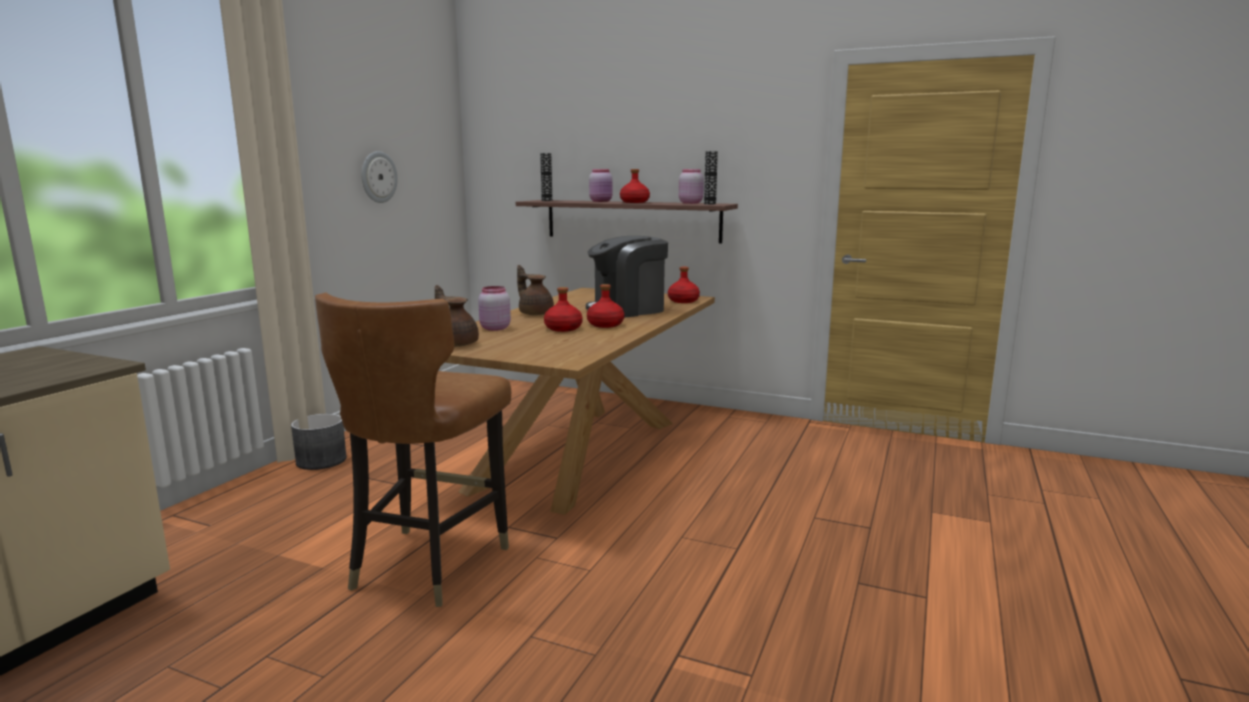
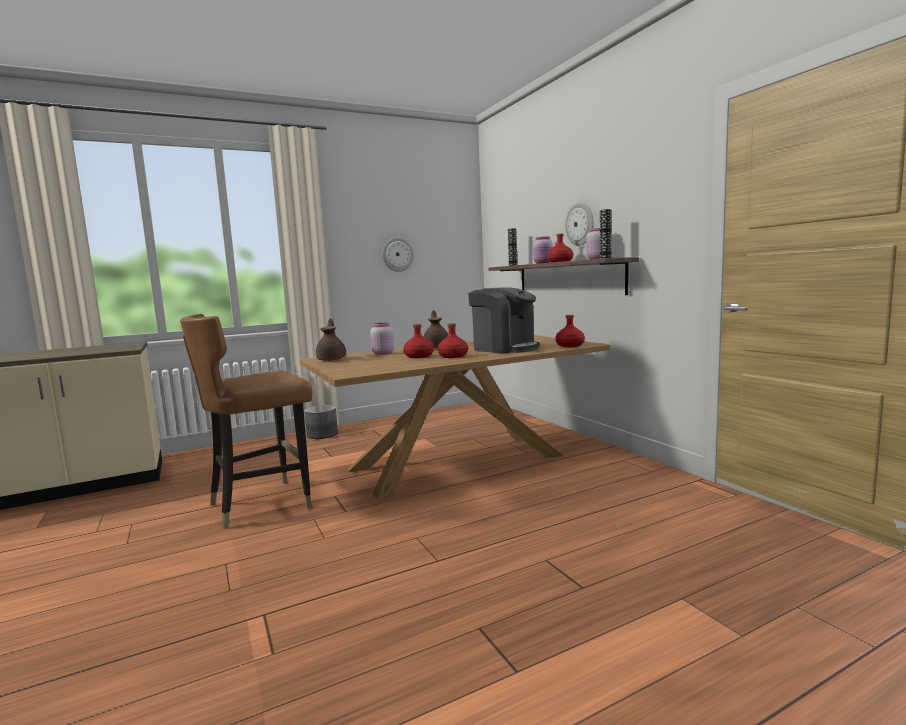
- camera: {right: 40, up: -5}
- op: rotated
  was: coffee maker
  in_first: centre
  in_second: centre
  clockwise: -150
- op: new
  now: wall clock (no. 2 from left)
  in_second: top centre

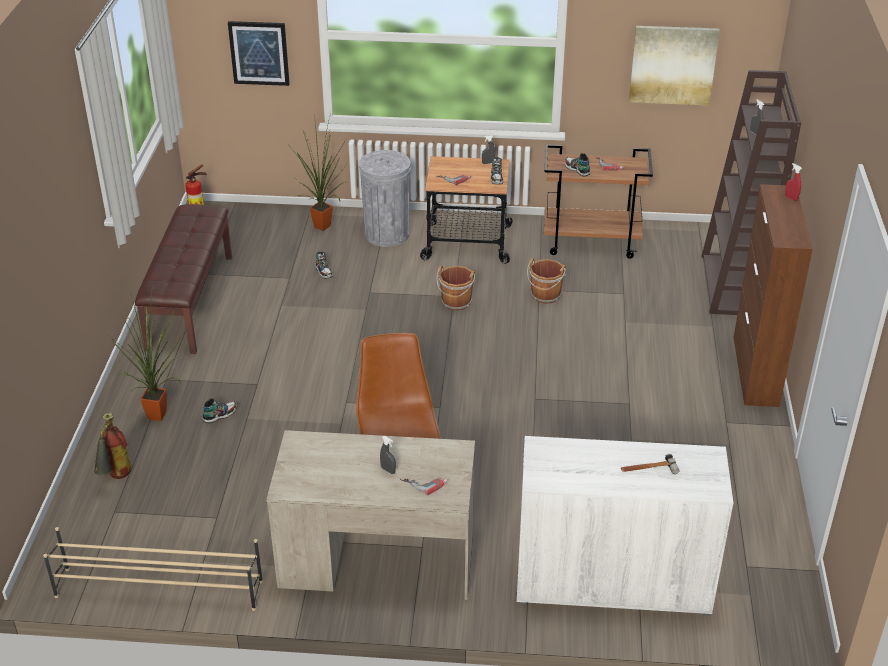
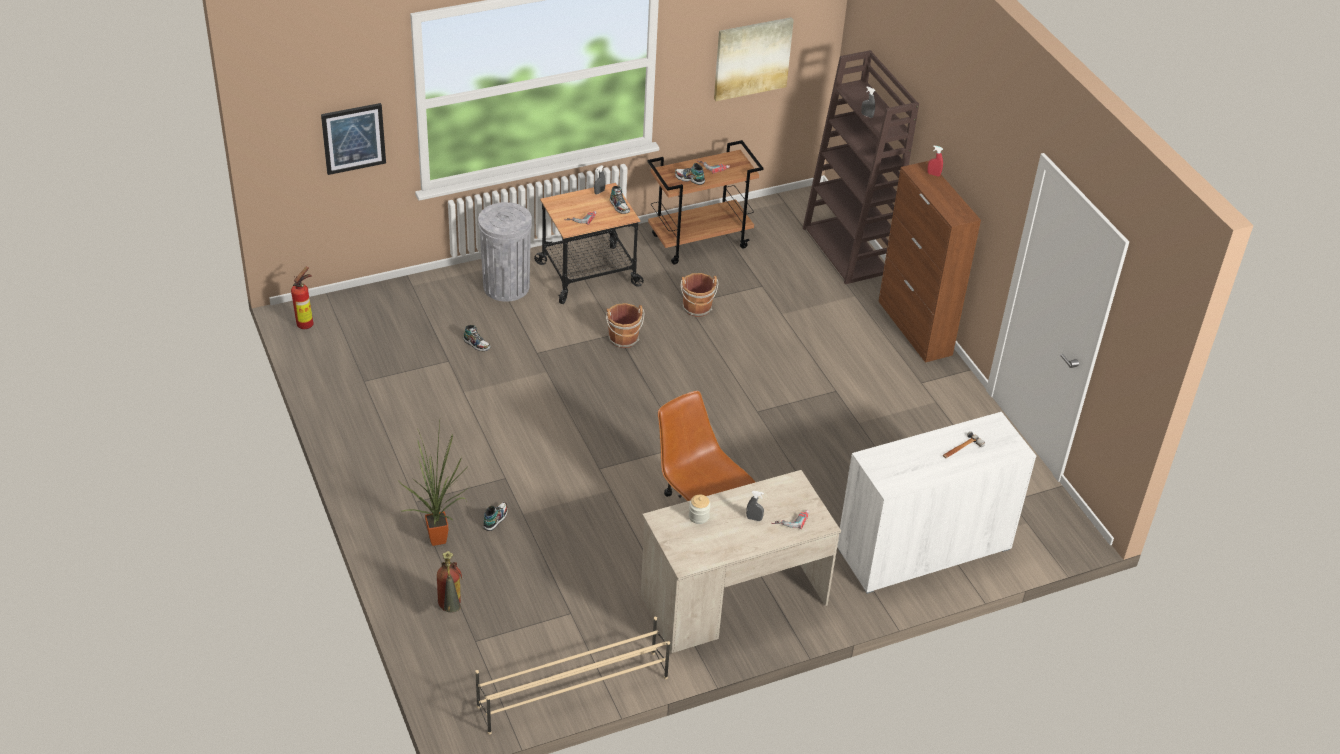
- camera: {right: -30, up: 5}
- op: gone
  was: potted plant (no. 2 from left)
  in_first: top centre
- op: gone
  was: long seat/brownish
  in_first: middle left
- op: new
  now: storage jar
  in_second: bottom centre

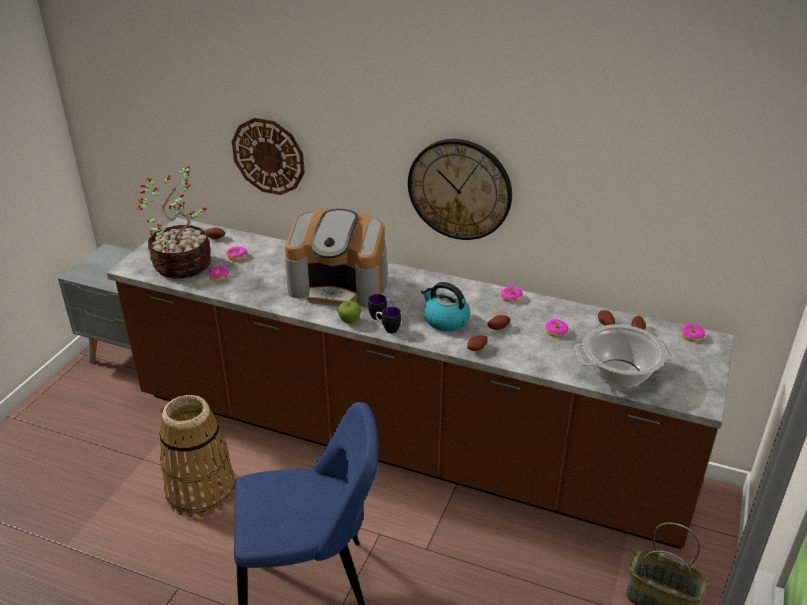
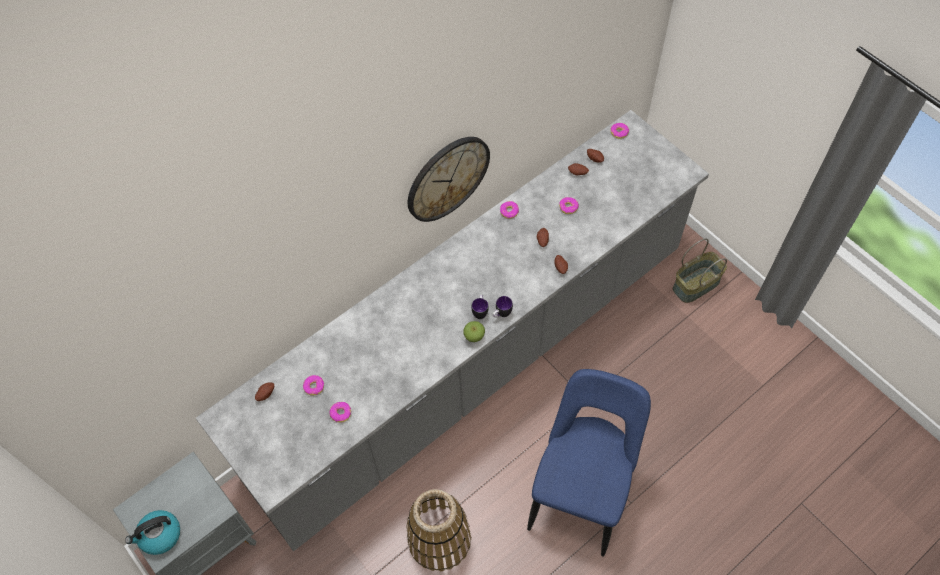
- camera: {right: -60, up: 25}
- op: gone
  was: wall clock (no. 1 from left)
  in_first: top left
- op: gone
  was: potted plant
  in_first: middle left
- op: gone
  was: coffee maker
  in_first: centre
- op: repainted
  was: kitchen counter/brownish
  now: kitchen counter/greyish
  in_first: centre
  in_second: centre
- op: shifted
  was: tea kettle
  in_first: centre
  in_second: bottom left
- op: gone
  was: stockpot
  in_first: middle right

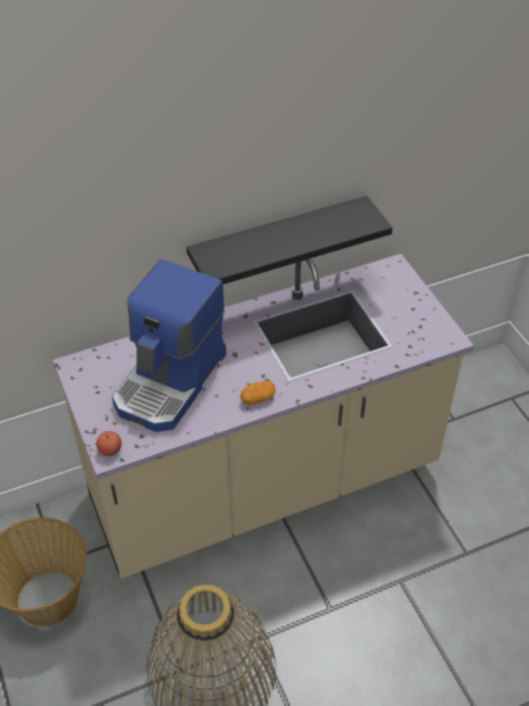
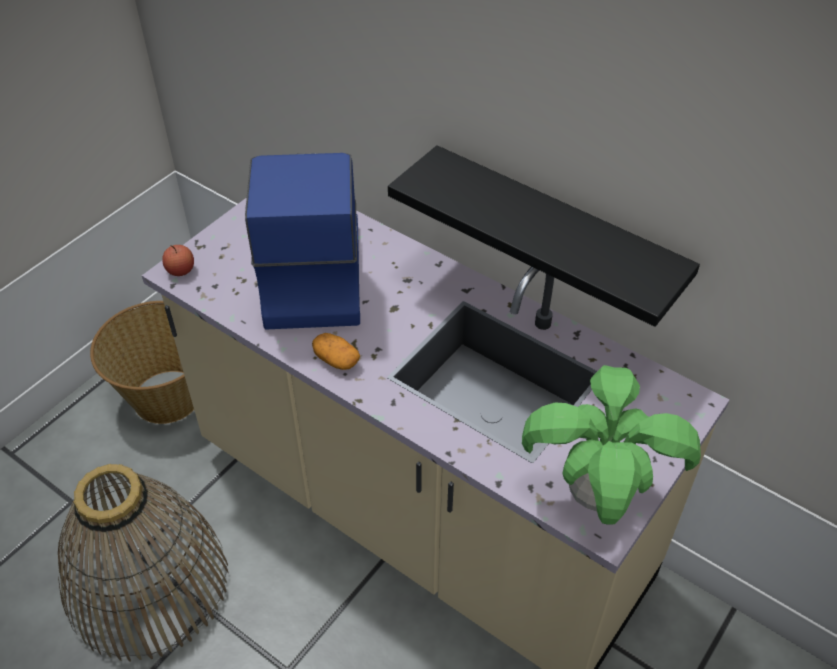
- camera: {right: 60, up: 0}
- op: rotated
  was: coffee maker
  in_first: middle left
  in_second: centre
  clockwise: 90
- op: new
  now: potted plant
  in_second: middle right

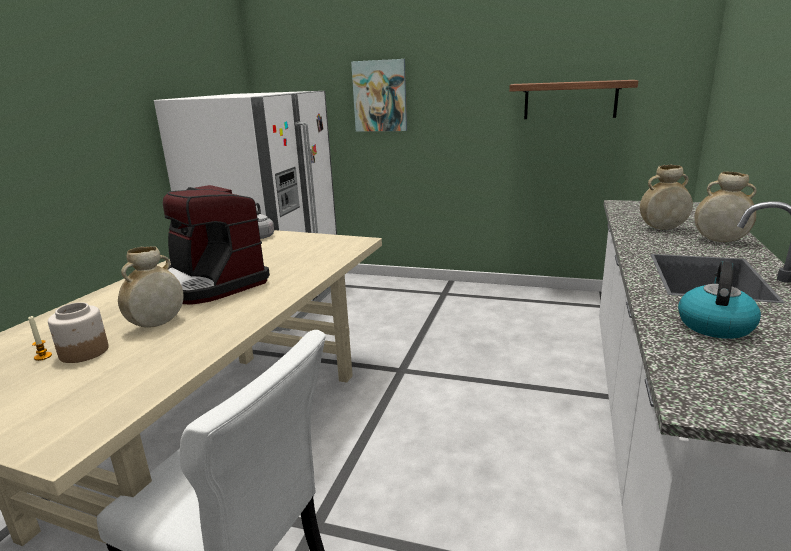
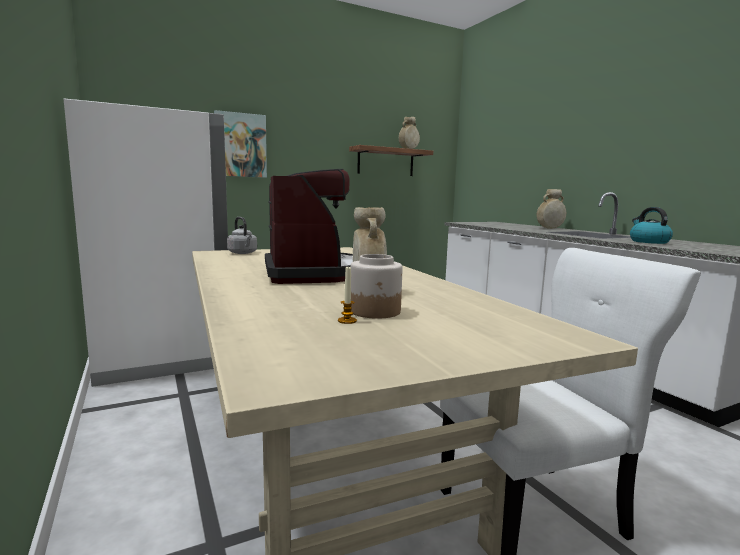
- camera: {right: -45, up: -10}
- op: shifted
  was: decorative vase/beige (no. 2 from left)
  in_first: middle right
  in_second: top centre
- op: rotated
  was: coffee maker
  in_first: middle left
  in_second: centre
  clockwise: -105

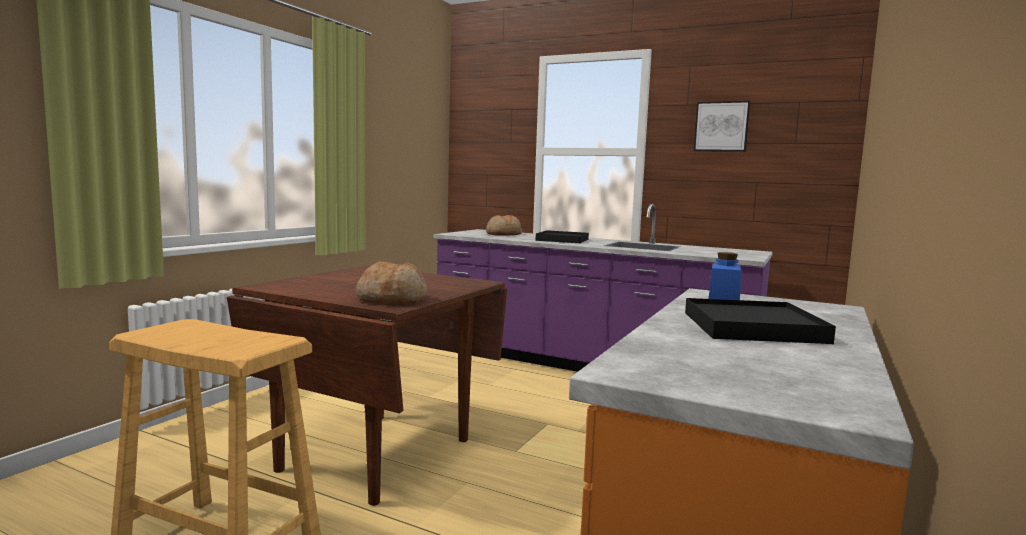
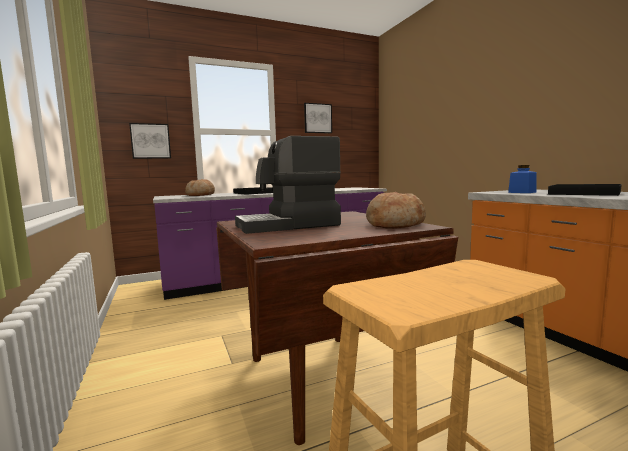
- camera: {right: -50, up: 0}
- op: new
  now: wall picture (no. 1 from left)
  in_second: top left
- op: new
  now: coffee maker
  in_second: centre

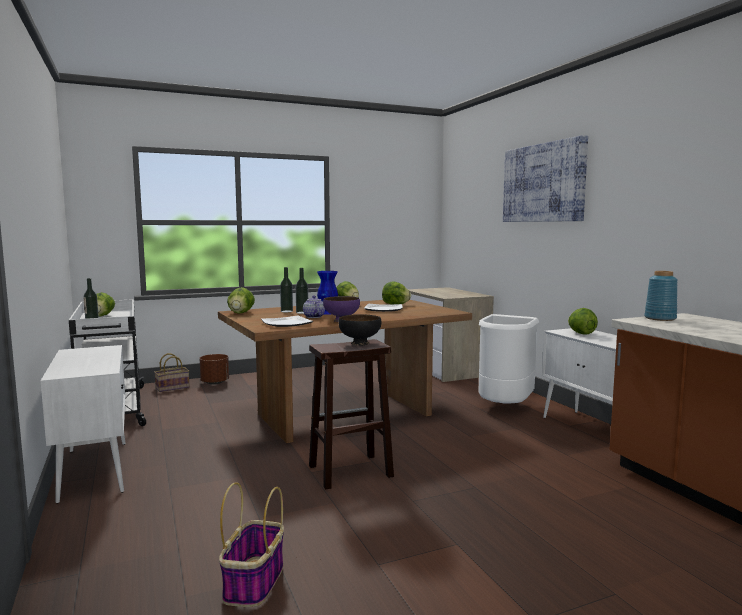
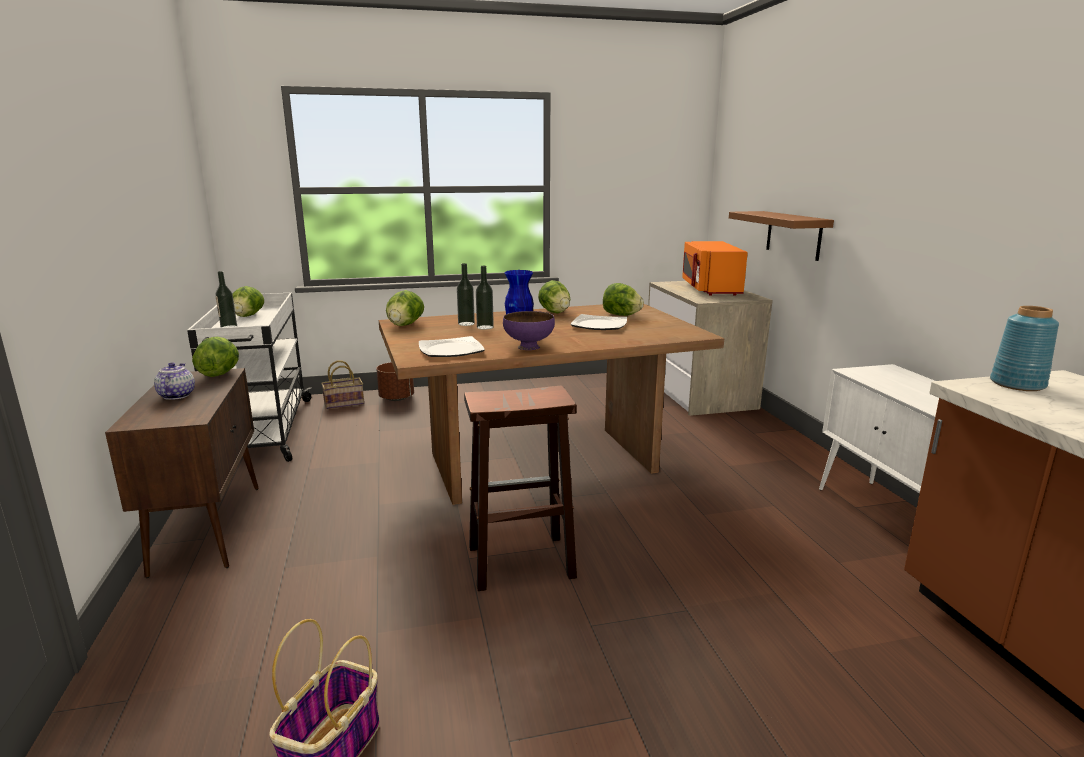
- camera: {right: 10, up: 10}
- op: gone
  was: wall picture
  in_first: top right
- op: shifted
  was: pot for tea
  in_first: centre
  in_second: middle left
- op: shifted
  was: lettuce (no. 5 from left in the first image)
  now: lettuce (no. 1 from left)
  in_first: middle right
  in_second: middle left
- op: gone
  was: serving bowl/black-coloured
  in_first: centre
- op: gone
  was: trash can/white-coloured
  in_first: middle right
- op: repainted
  was: cabinet/white-coloured (no. 1 from left)
  now: cabinet/brownish
  in_first: bottom left
  in_second: middle left
- op: new
  now: bracket shelf/brownish
  in_second: top right
- op: new
  now: microwave oven/orange-coloured
  in_second: centre

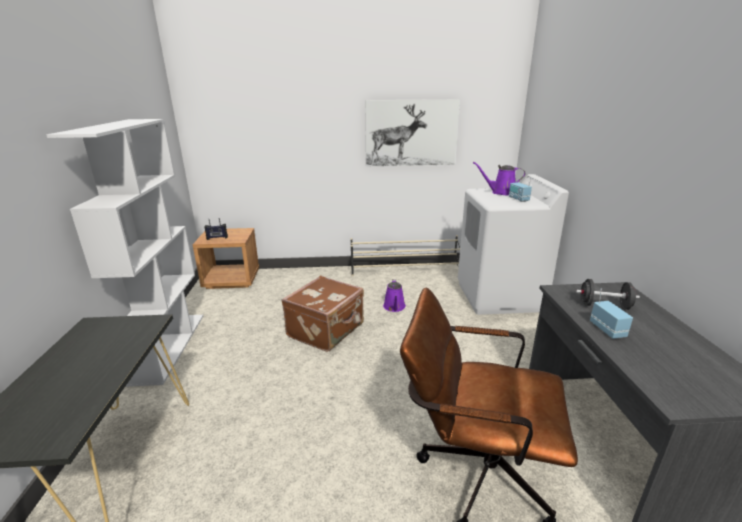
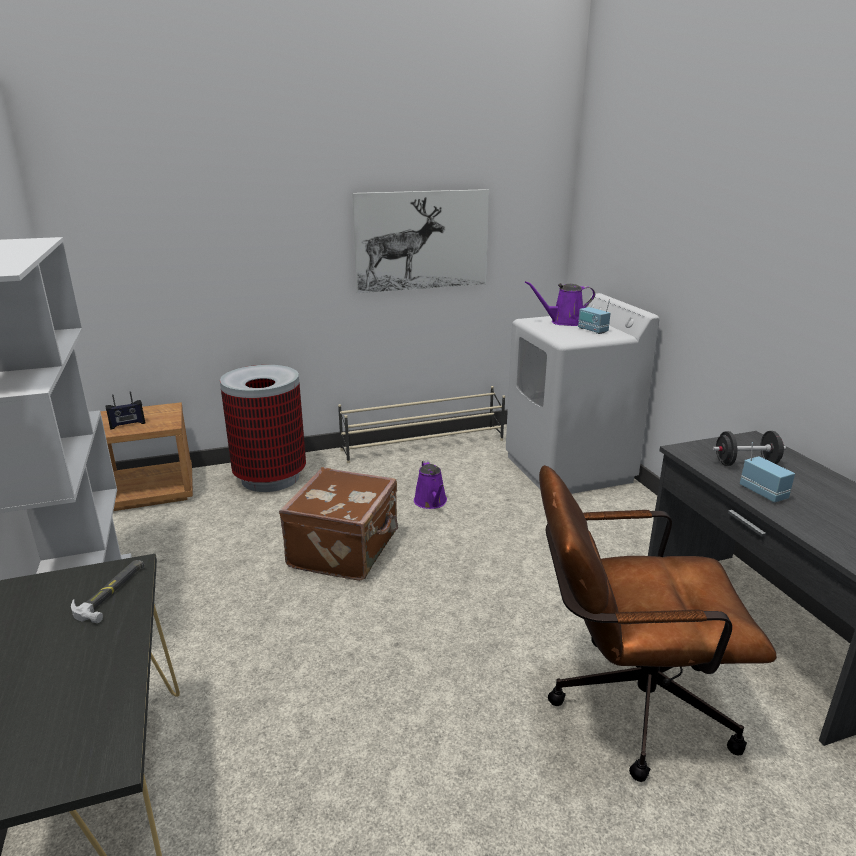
- camera: {right: -15, up: 0}
- op: new
  now: trash can
  in_second: middle left
- op: new
  now: hand hammer
  in_second: bottom left

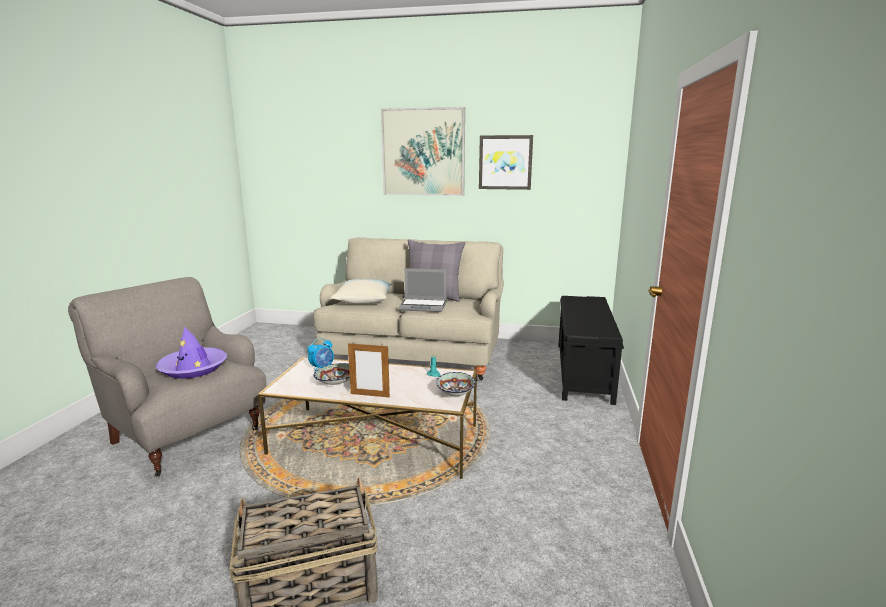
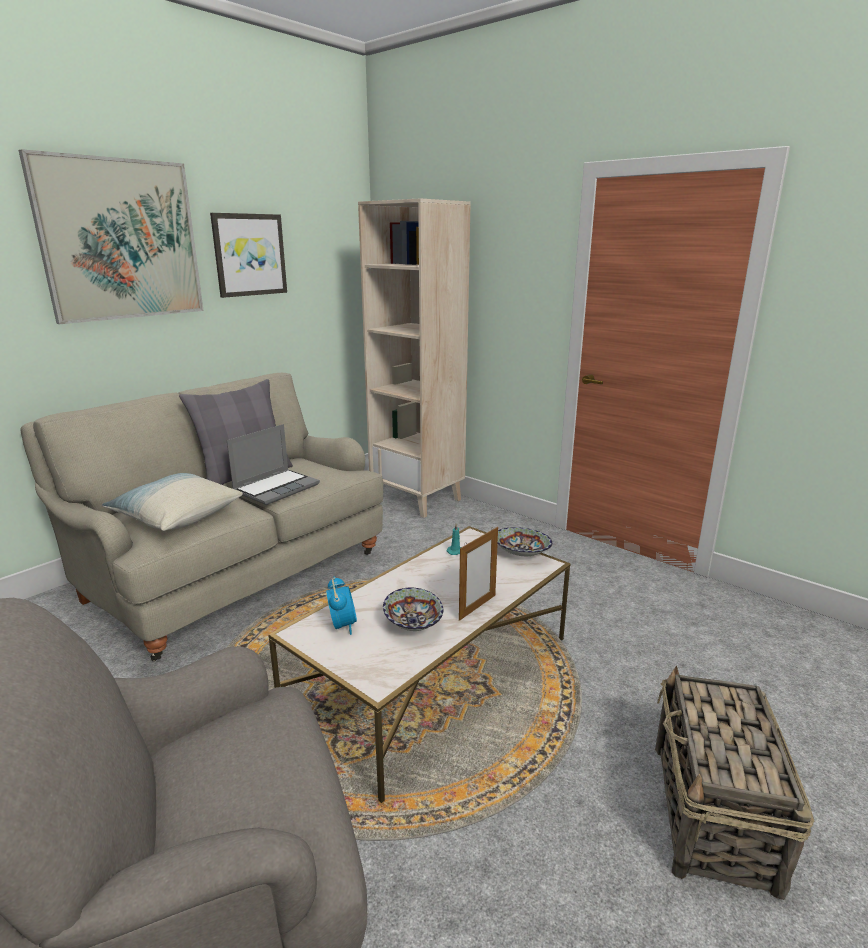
- camera: {right: -60, up: 5}
- op: swapped
  was: long seat/black-coloured
  now: bookcase/beige
  in_first: middle right
  in_second: centre
- op: gone
  was: hat/purple-coloured
  in_first: middle left

